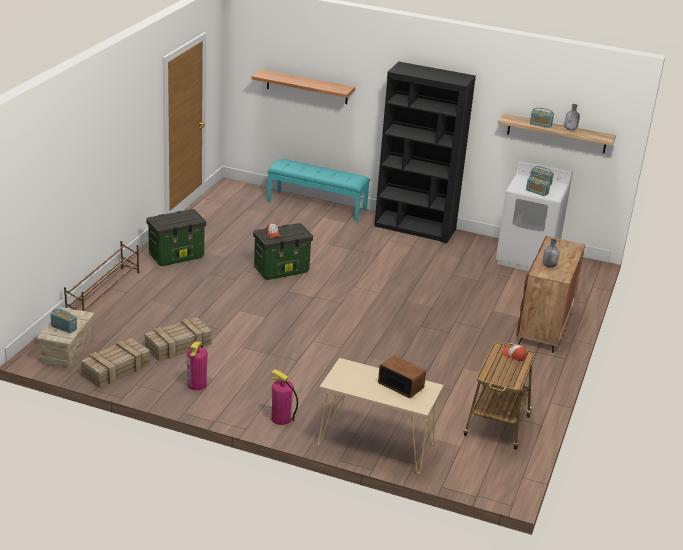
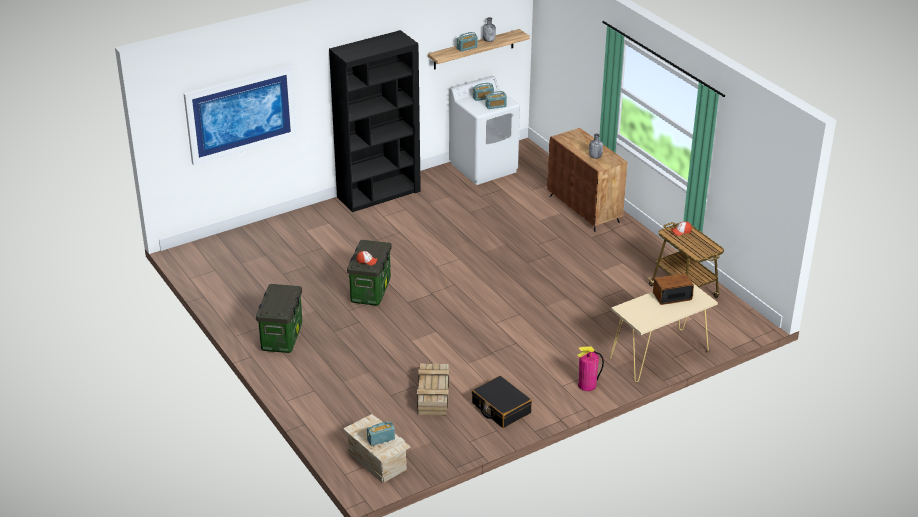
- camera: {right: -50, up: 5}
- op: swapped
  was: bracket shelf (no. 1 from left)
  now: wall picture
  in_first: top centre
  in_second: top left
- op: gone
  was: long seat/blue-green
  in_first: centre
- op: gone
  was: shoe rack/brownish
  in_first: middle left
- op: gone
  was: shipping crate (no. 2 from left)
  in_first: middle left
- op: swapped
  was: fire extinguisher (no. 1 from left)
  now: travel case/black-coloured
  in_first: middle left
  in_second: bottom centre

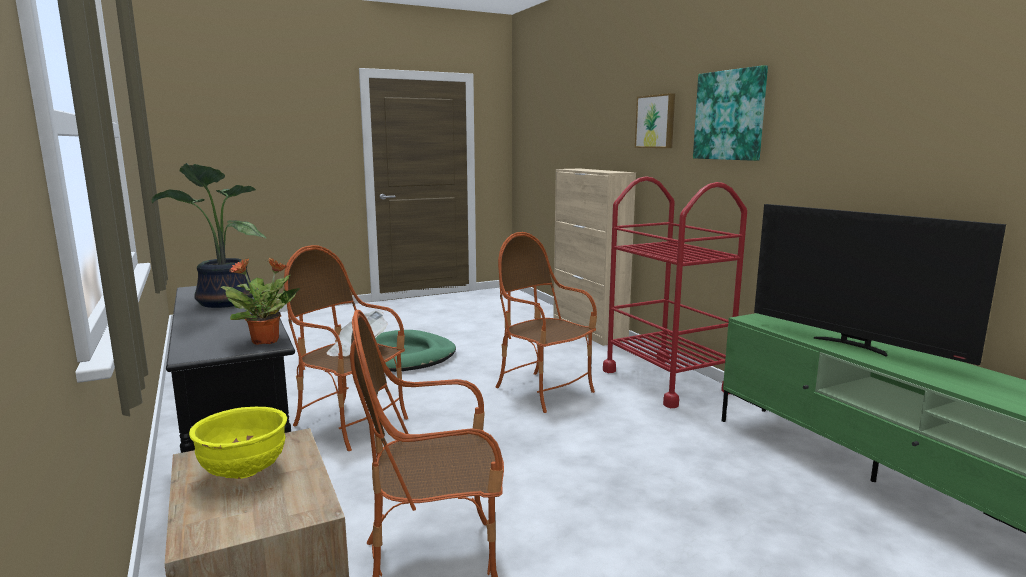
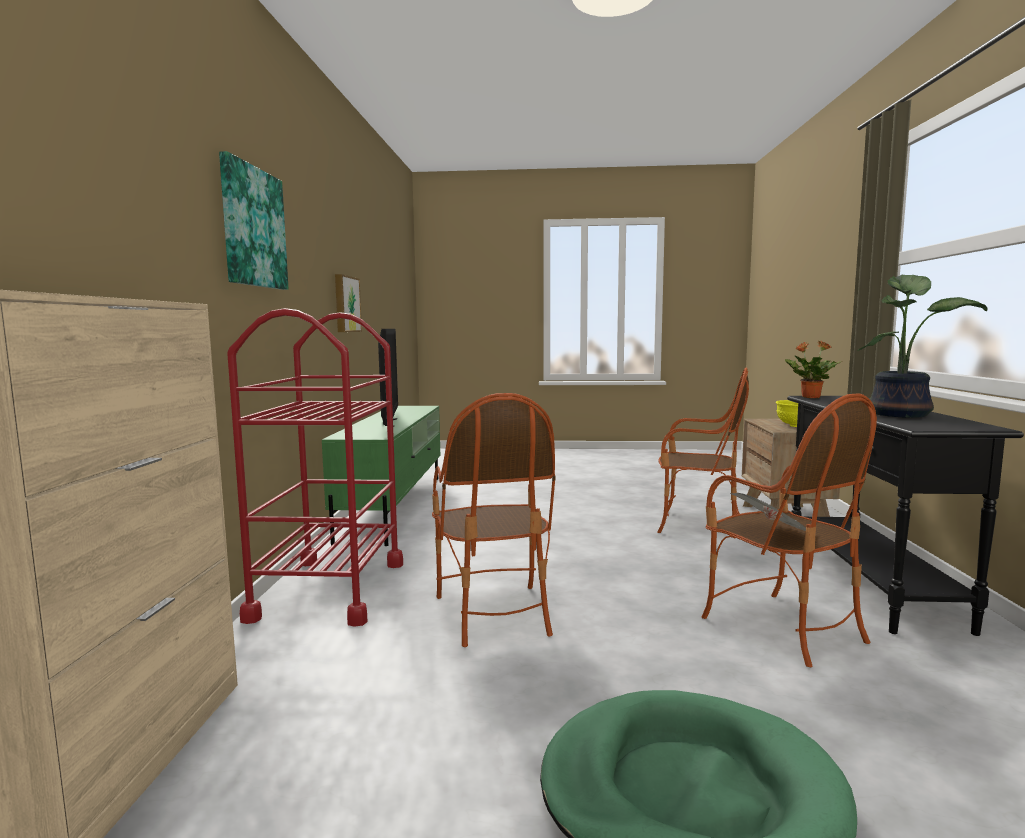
- camera: {right: -150, up: -5}
- op: shifted
  was: wall picture (no. 1 from left in the first image)
  now: wall picture (no. 2 from left)
  in_first: top centre
  in_second: centre

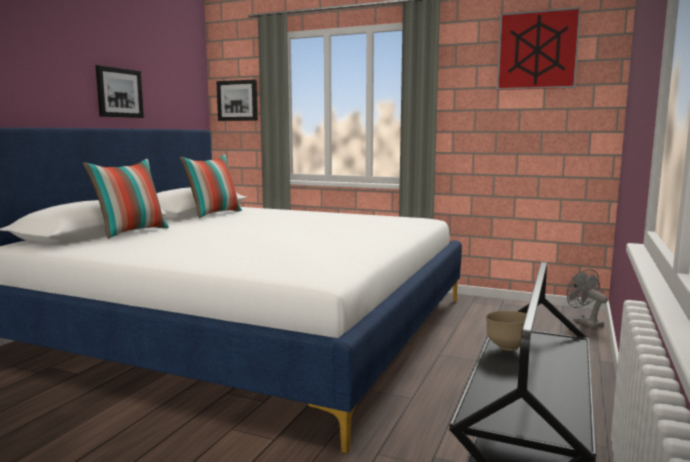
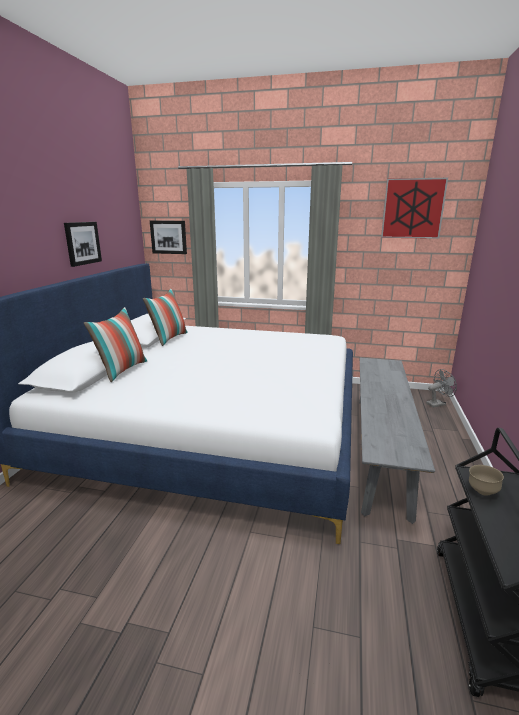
- camera: {right: -10, up: 10}
- op: rotated
  was: fan/greyish
  in_first: middle right
  in_second: middle right
  clockwise: 105
- op: new
  now: long seat/greyish
  in_second: middle right

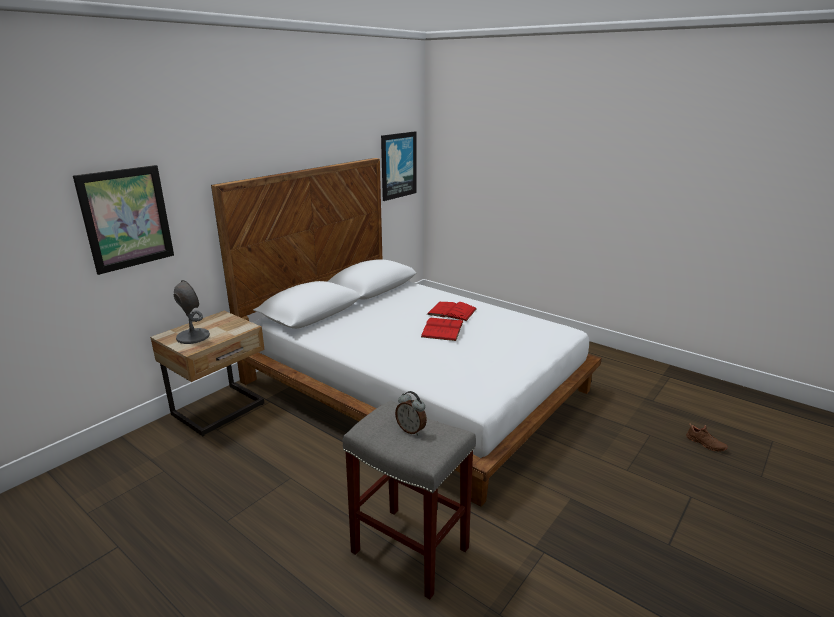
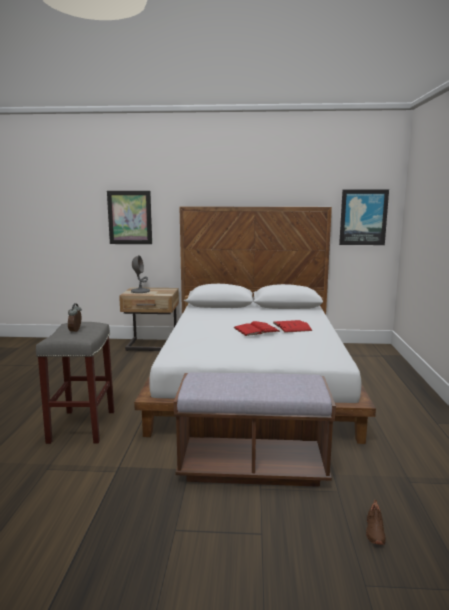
- camera: {right: 55, up: -10}
- op: new
  now: long seat/brownish
  in_second: bottom centre

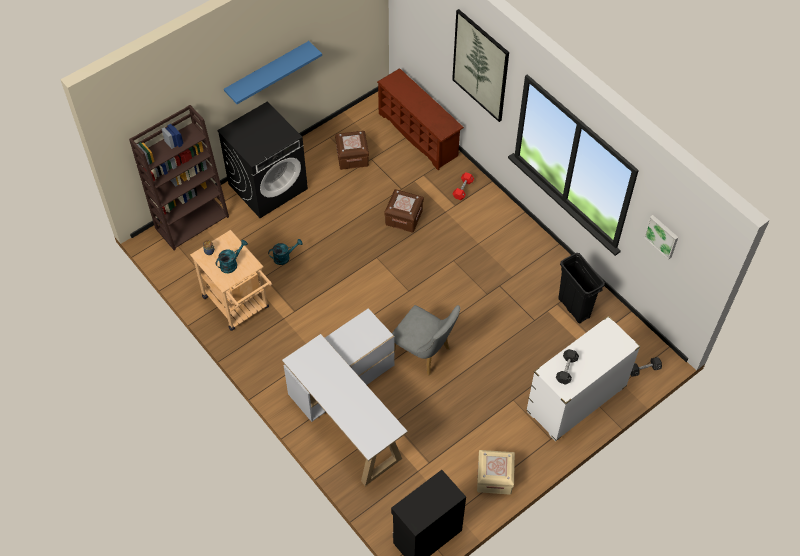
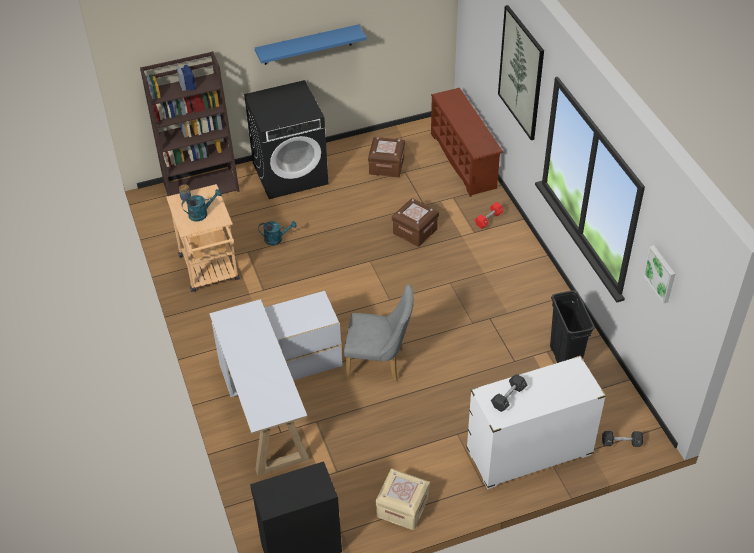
- camera: {right: 20, up: -10}
- op: rotated
  was: plain chair/greyish
  in_first: centre
  in_second: centre
  clockwise: -45

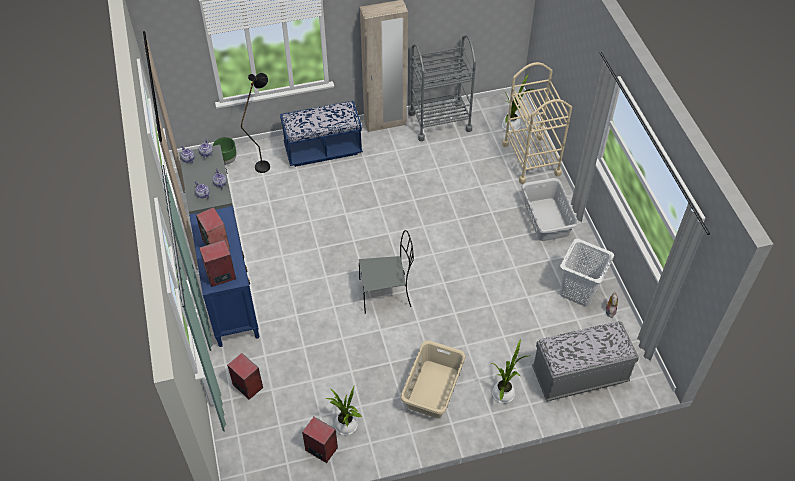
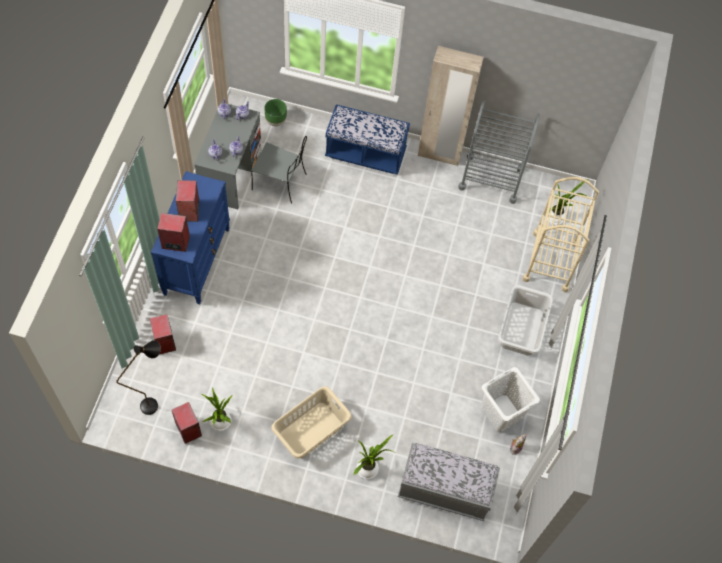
- camera: {right: 25, up: 10}
- op: shifted
  was: standing lamp/black-coloured
  in_first: top left
  in_second: bottom left
- op: shifted
  was: plain chair/greyish
  in_first: centre
  in_second: top centre

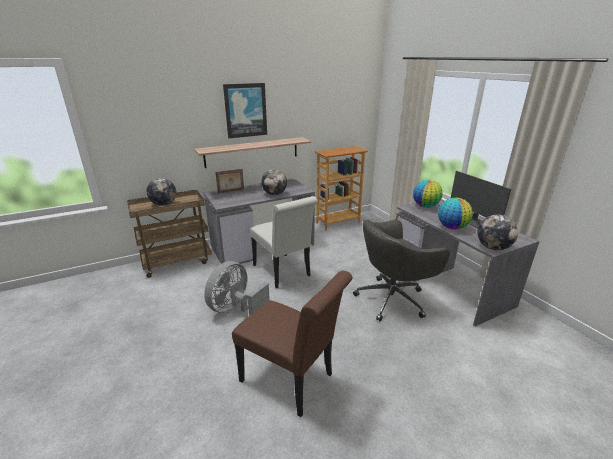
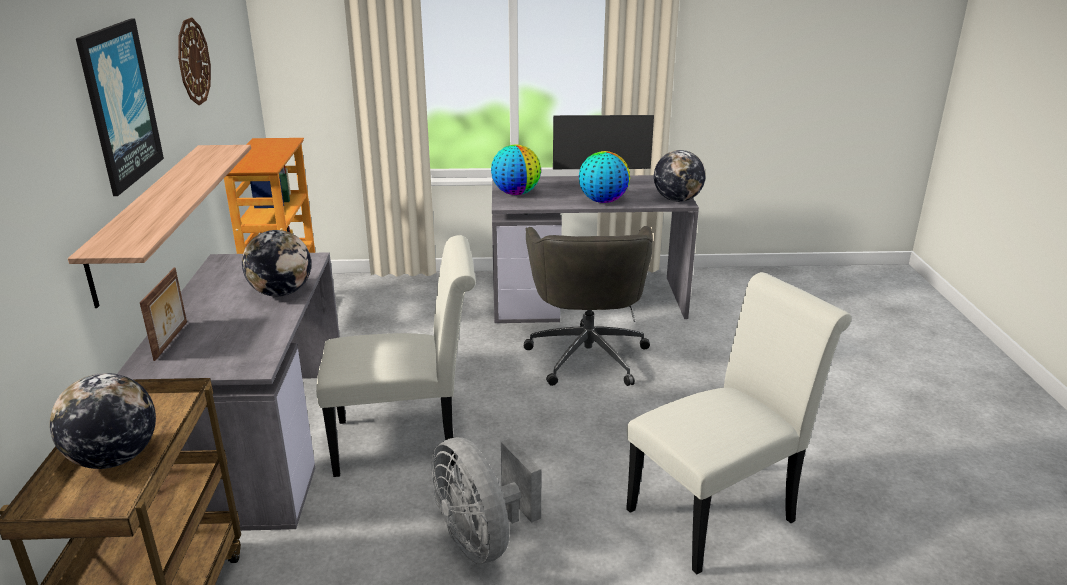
- camera: {right: -65, up: 0}
- op: repainted
  was: plain chair/brownish
  now: plain chair/white-coloured (no. 2 from left)
  in_first: bottom centre
  in_second: bottom right
- op: new
  now: wall clock
  in_second: top left

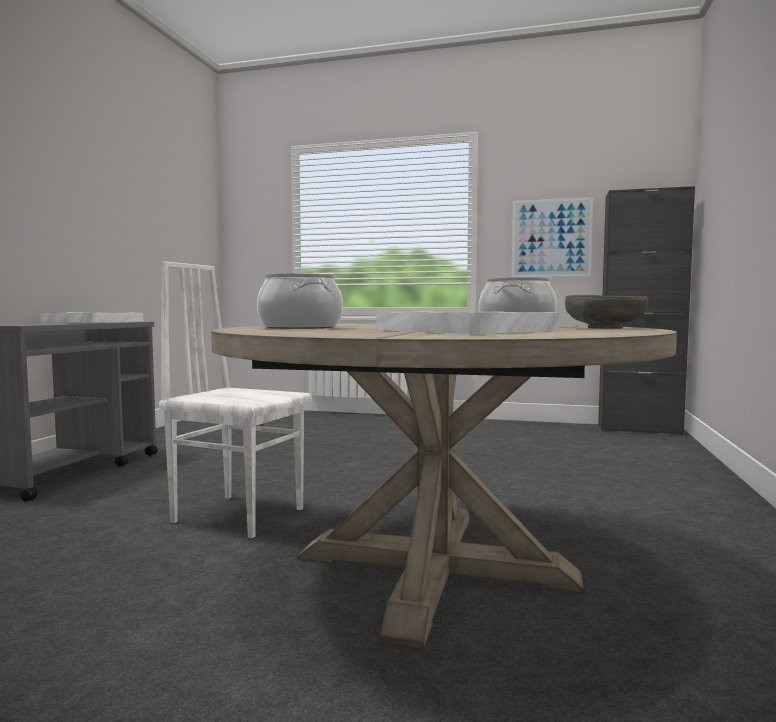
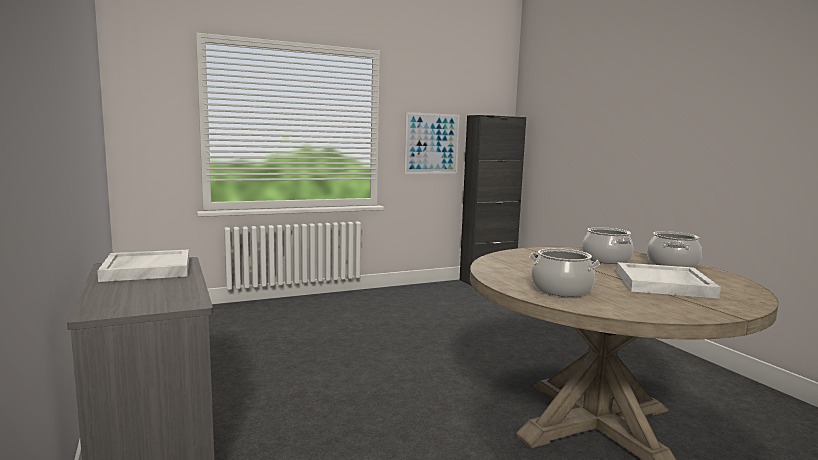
- camera: {right: -40, up: 5}
- op: gone
  was: plain chair/white-coloured
  in_first: middle left
- op: swapped
  was: serving bowl/greyish
  now: stockpot (no. 3 from left)
  in_first: middle right
  in_second: middle right

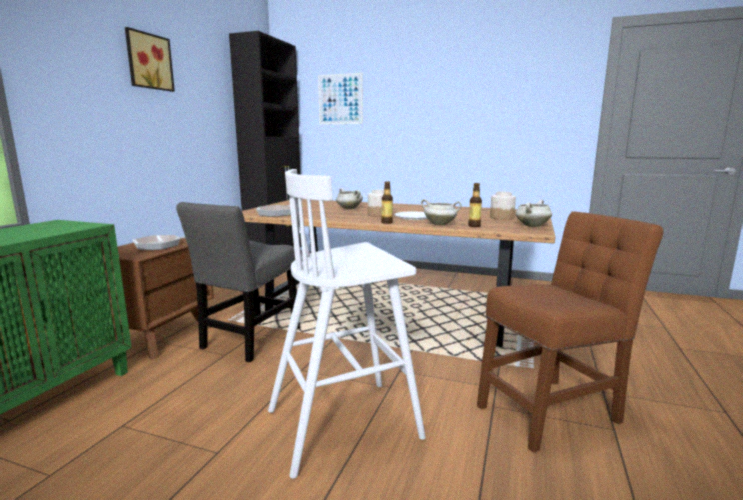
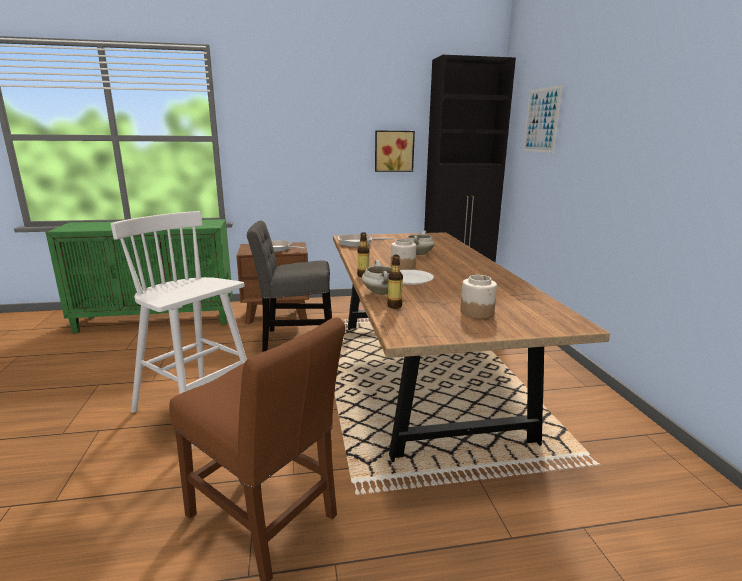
- camera: {right: 60, up: 5}
- op: shifted
  was: wall picture (no. 1 from left)
  in_first: top left
  in_second: top centre
- op: gone
  was: stockpot/white-coloured (no. 3 from left)
  in_first: middle right

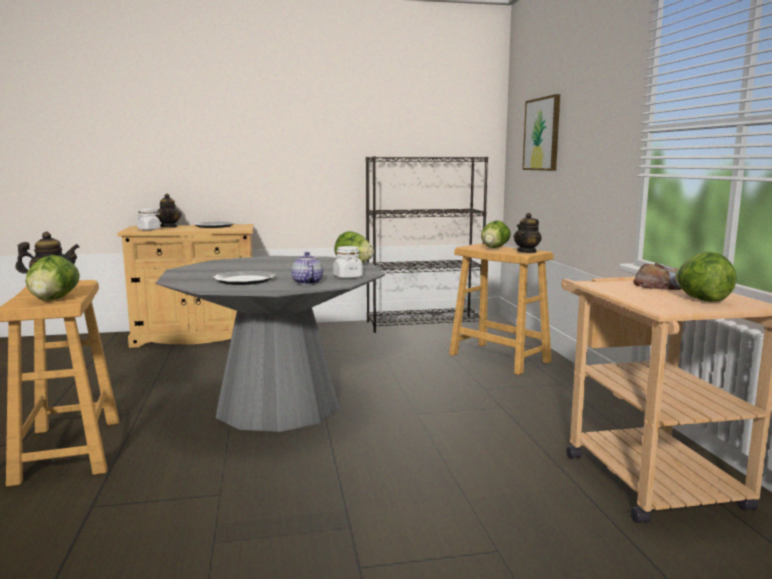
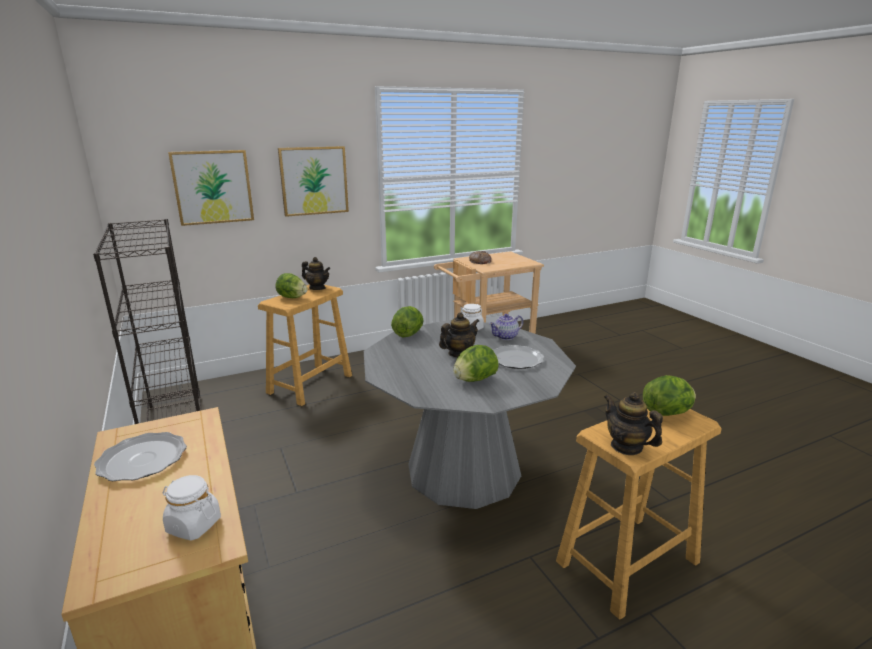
- camera: {right: -105, up: 10}
- op: shifted
  was: pot for tea (no. 2 from left)
  in_first: middle left
  in_second: centre
- op: shifted
  was: lettuce (no. 4 from left in the first image)
  now: lettuce (no. 3 from left)
  in_first: middle right
  in_second: centre
- op: new
  now: wall picture (no. 2 from left)
  in_second: top centre

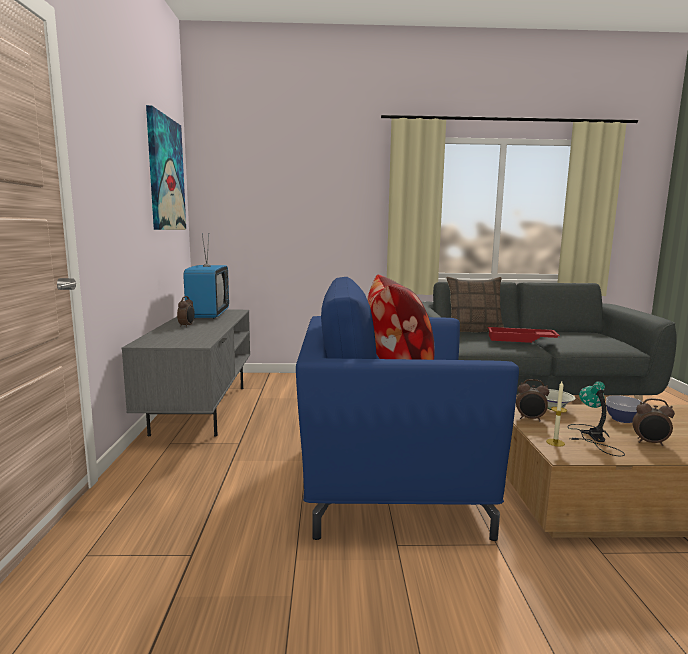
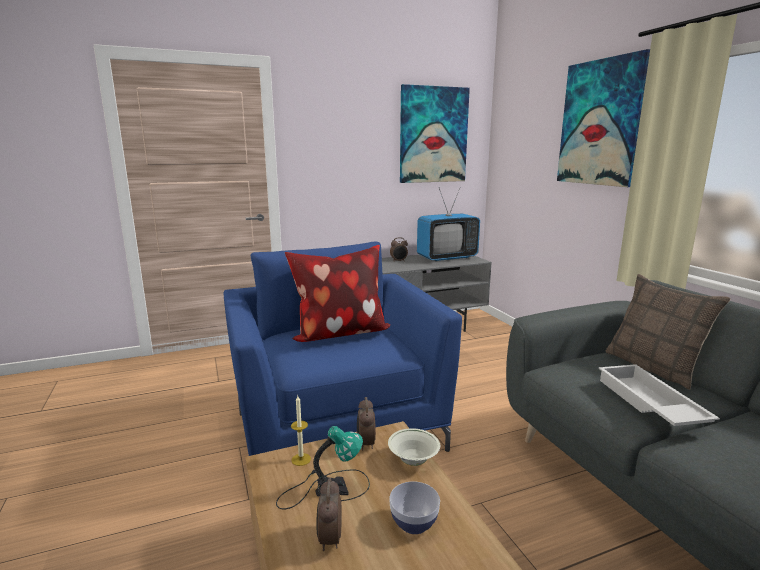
- camera: {right: 70, up: 5}
- op: repainted
  was: carrying tray/red-coloured
  now: carrying tray/white-coloured
  in_first: middle right
  in_second: bottom right
- op: new
  now: wall picture (no. 2 from left)
  in_second: top right

